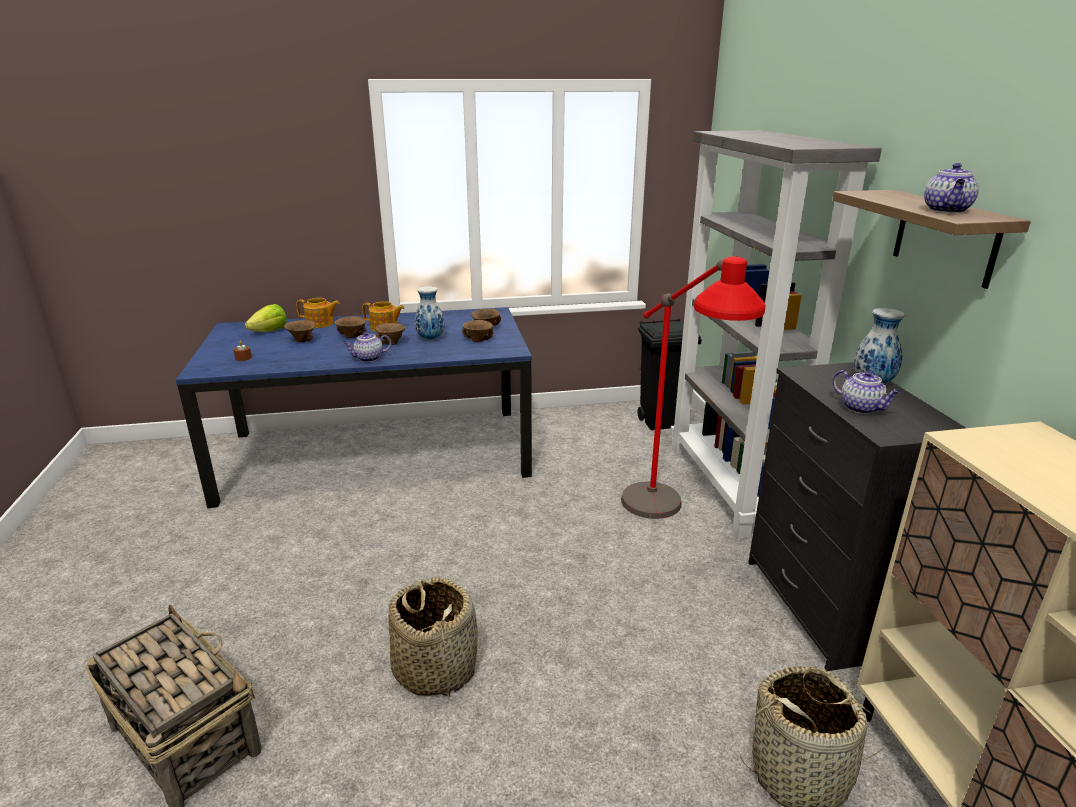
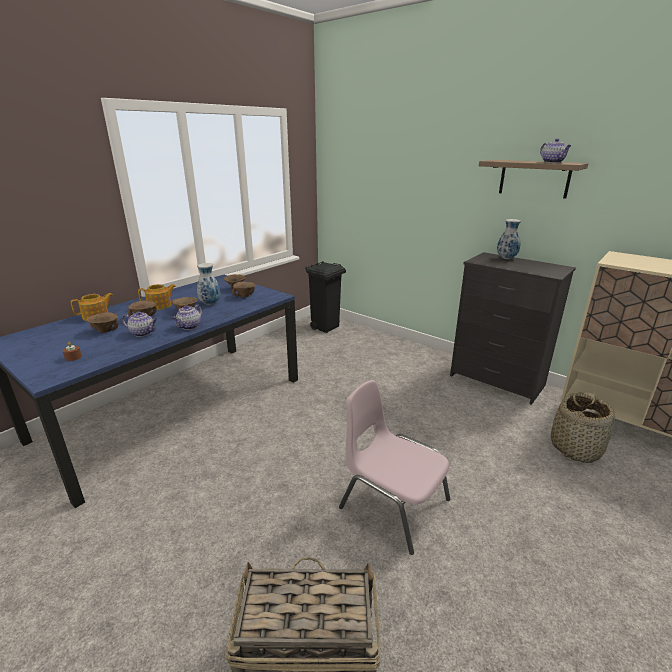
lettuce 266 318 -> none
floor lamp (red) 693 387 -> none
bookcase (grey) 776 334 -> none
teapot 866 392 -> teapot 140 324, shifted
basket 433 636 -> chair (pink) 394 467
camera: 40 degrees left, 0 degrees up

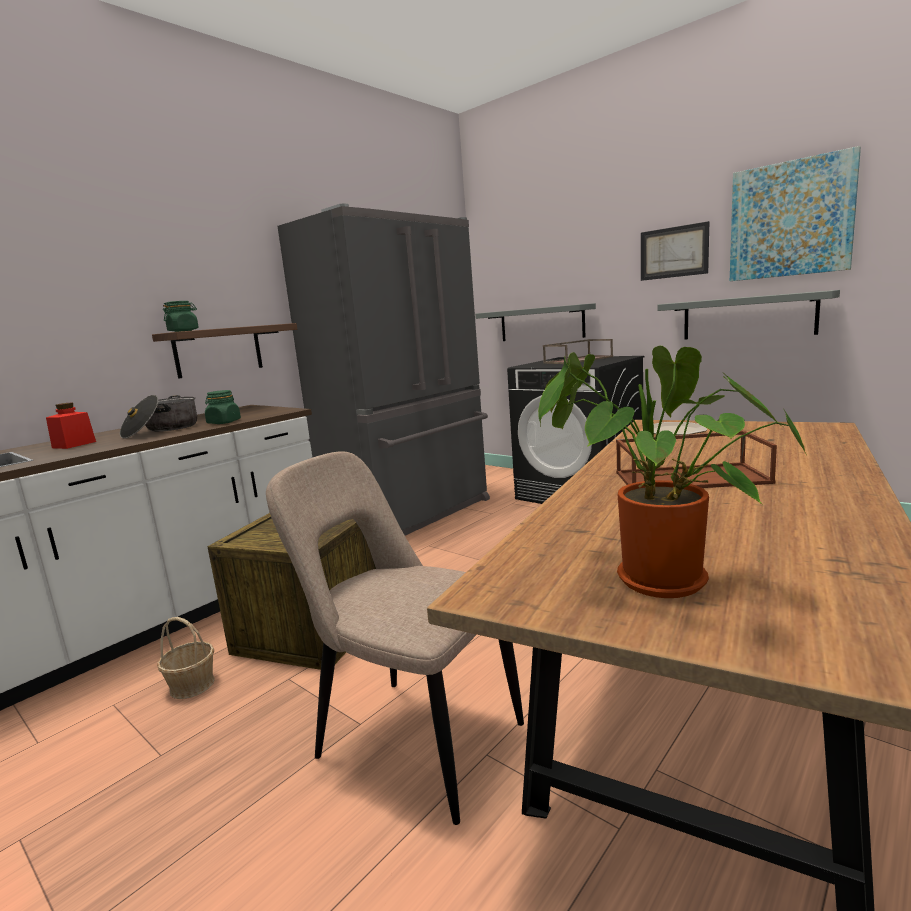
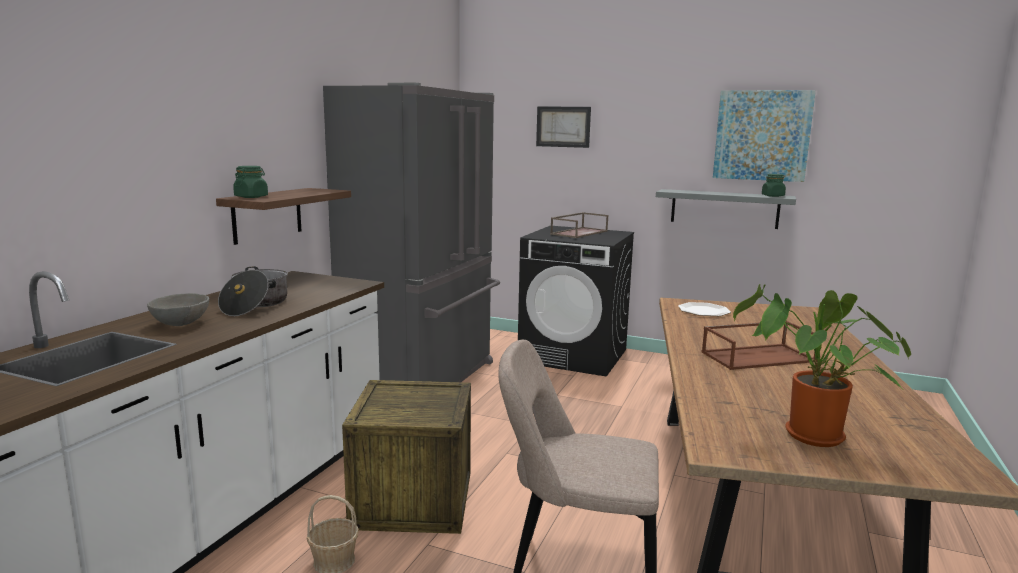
shelf (grey) 535 322 -> none
jar (green) 223 407 -> jar (green) 774 185, shifted
picture 675 251 -> picture 563 127, shifted
jar (red) 71 425 -> bowl (grey) 178 309
camera: 20 degrees left, 0 degrees up

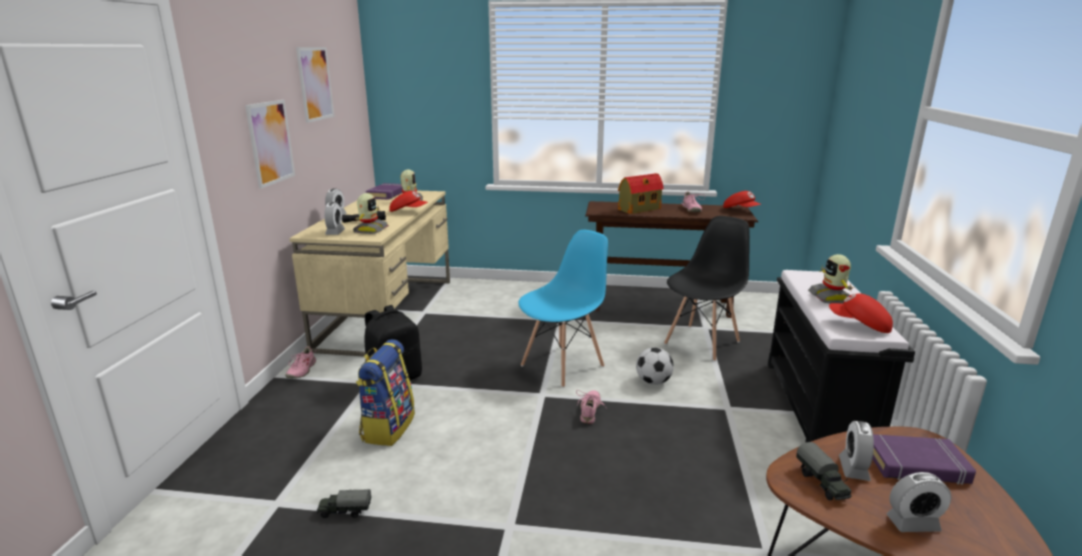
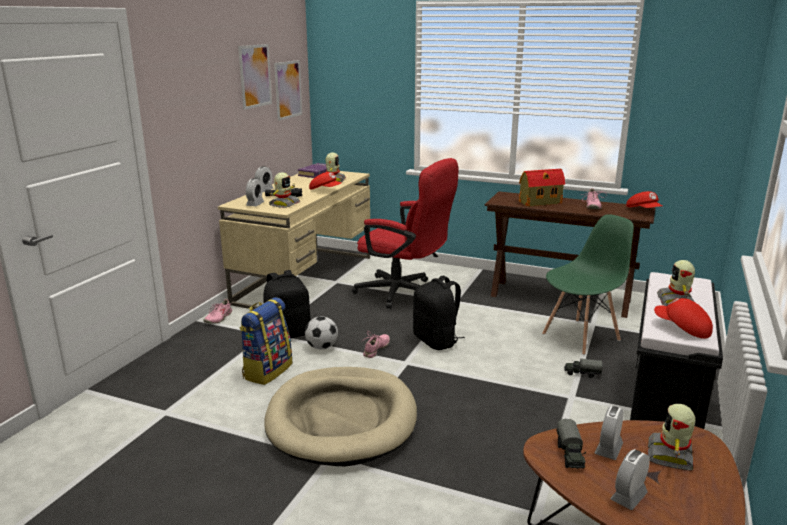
none -> dog bed (beige) 340 416
none -> office chair (red) 405 233
picture 270 144 -> picture 288 90, shifted
toy truck 344 503 -> toy truck 583 368, shifted
shoe (pink) 591 407 -> shoe (pink) 375 344, shifted
football 655 366 -> football 321 332, shifted
chair (blue) 563 309 -> backpack (black) 439 313
book (purple) 924 459 -> toy robot 671 437
chair (black) 707 288 -> chair (green) 588 284
alarm clock 919 502 -> alarm clock 629 479, 120 degrees clockwise
camera: 15 degrees right, 0 degrees up

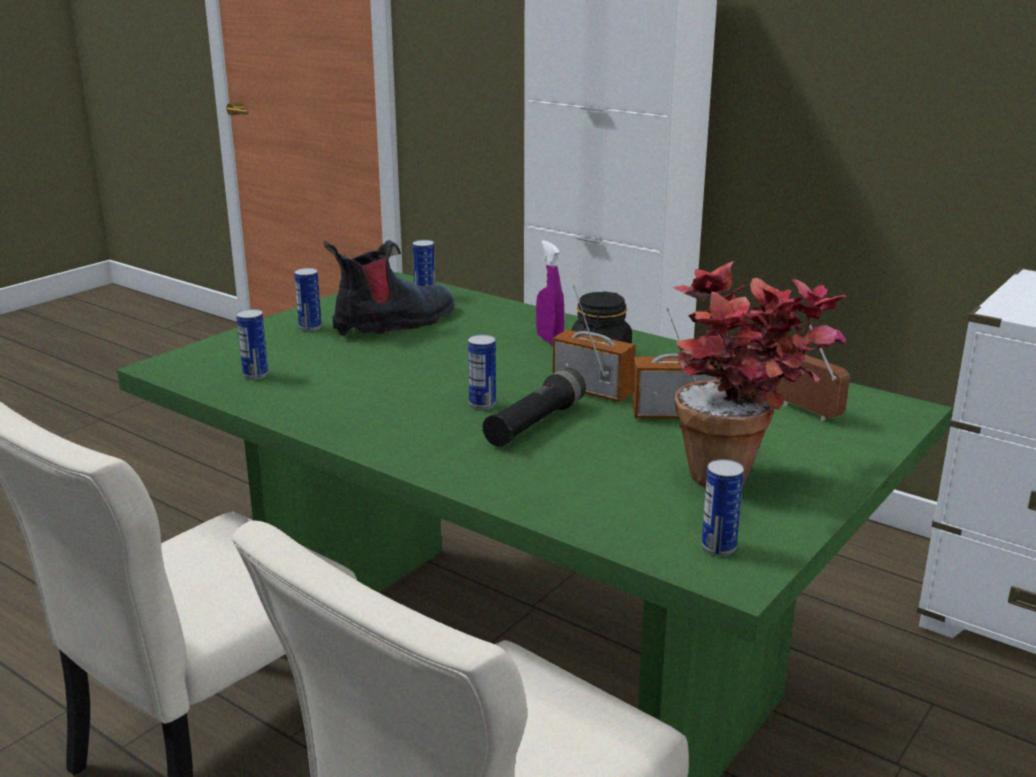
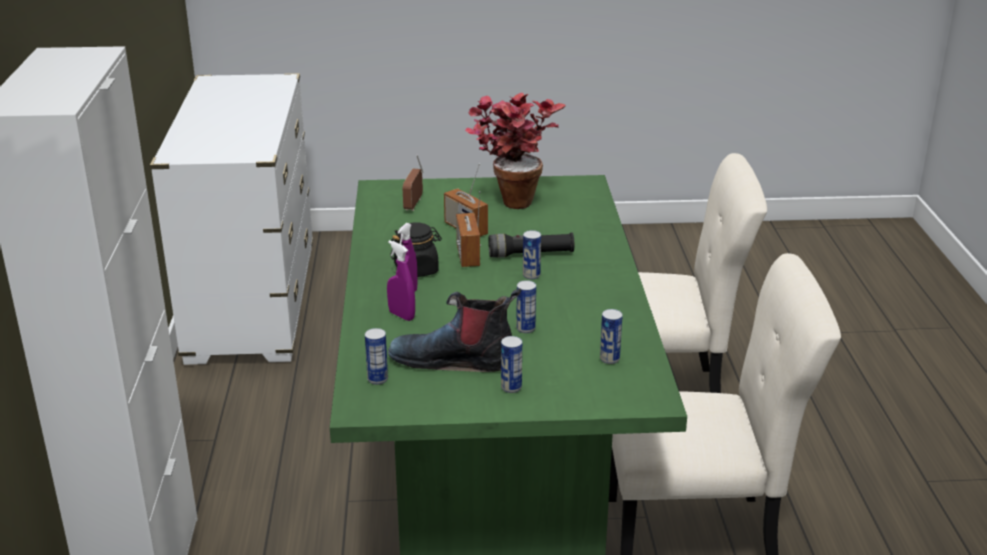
none -> spray bottle (purple) 401 280
can 722 507 -> can 526 306, shifted
camera: 130 degrees left, 5 degrees up

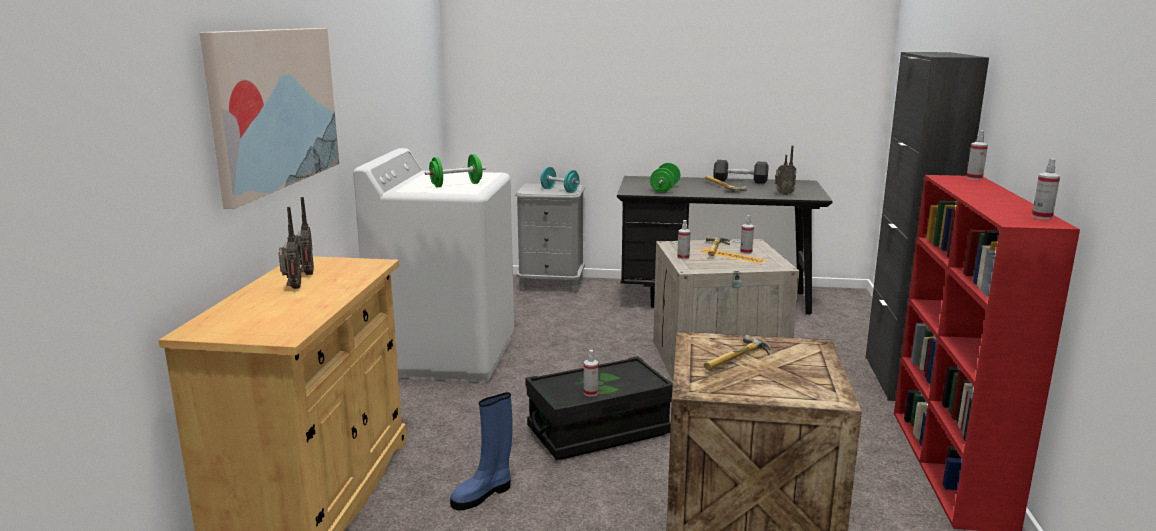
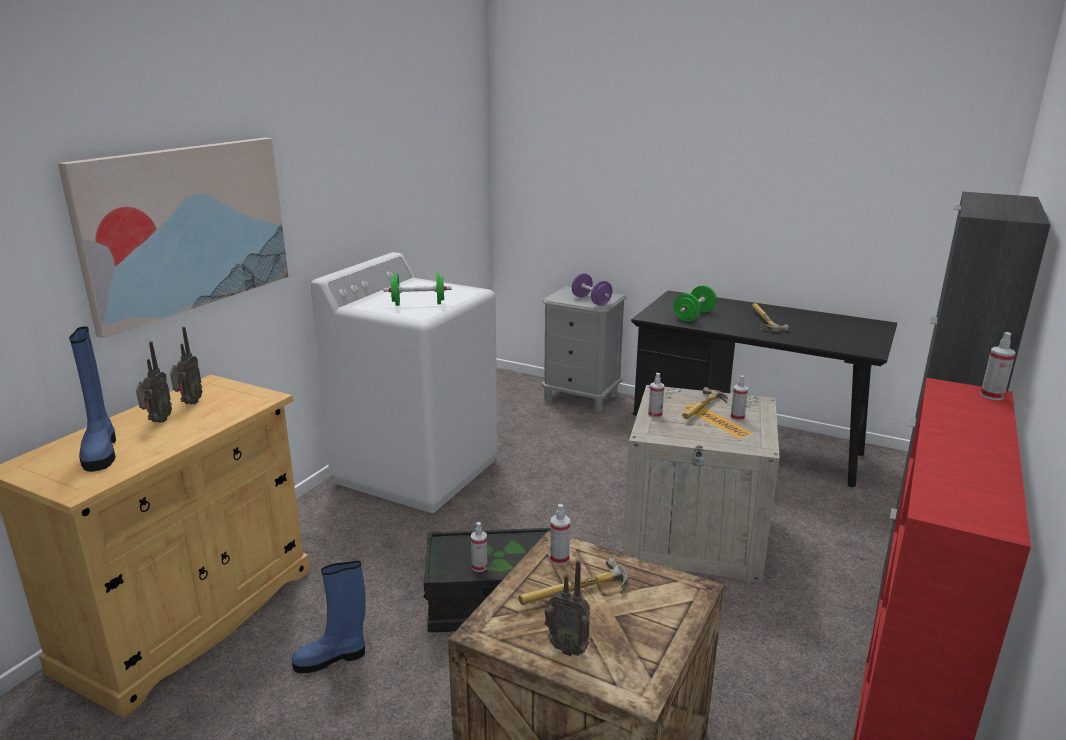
dumbbell (black) 741 172 -> none
none -> boot (blue) 92 399
radio 785 170 -> radio 567 608, shifted
spray bottle 1046 189 -> spray bottle 560 534, shifted
dumbbell (turquoise) 560 180 -> dumbbell (purple) 592 289
camera: 20 degrees right, 5 degrees up

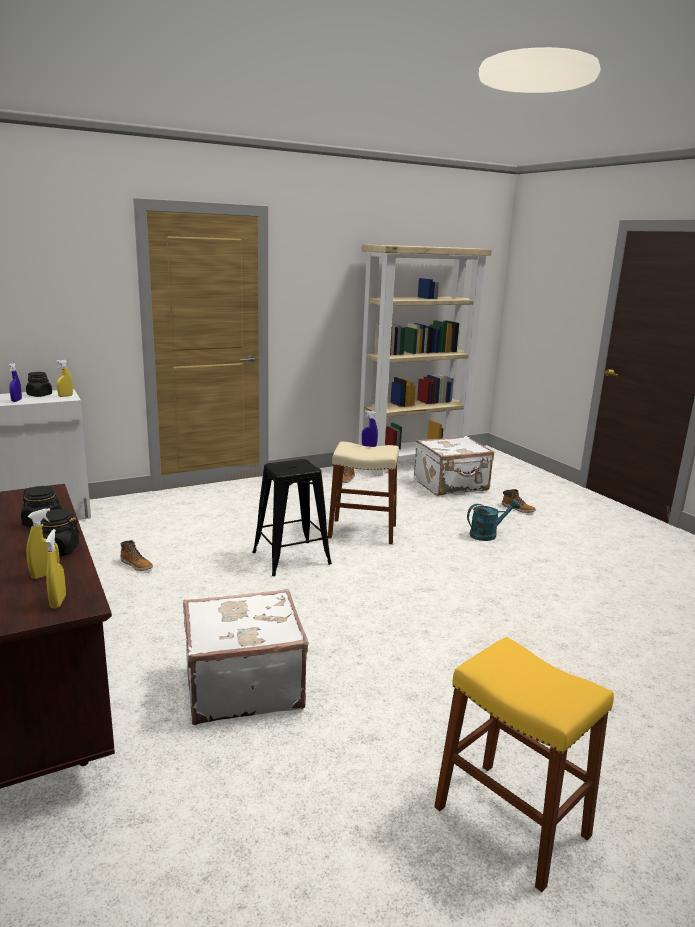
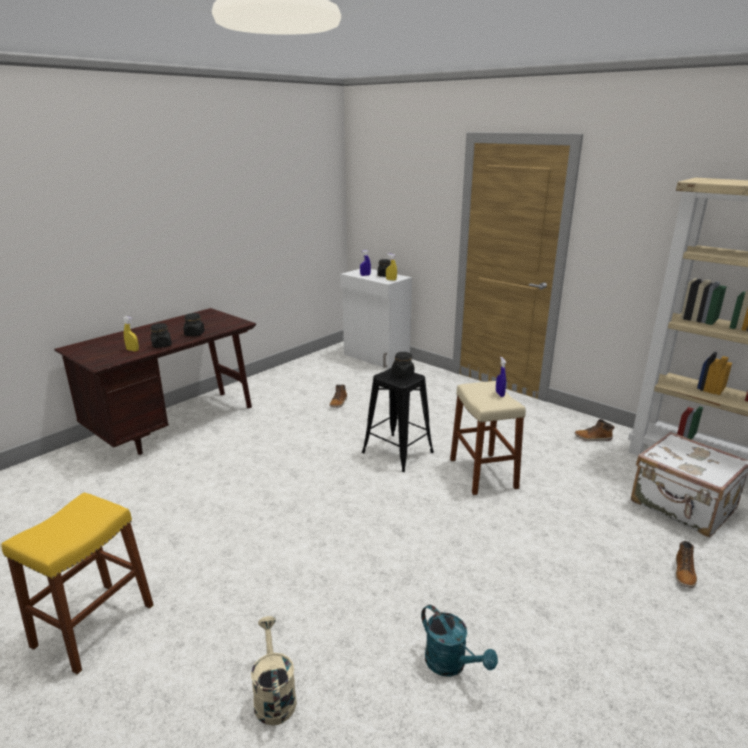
spray bottle (yellow) 56 569 -> none
suitcase (white) 246 657 -> none
none -> watering can (beige) 274 670
none -> jar (black) 403 365
watering can (turquoise) 493 520 -> watering can (turquoise) 459 641, shifted
camera: 70 degrees right, 5 degrees up

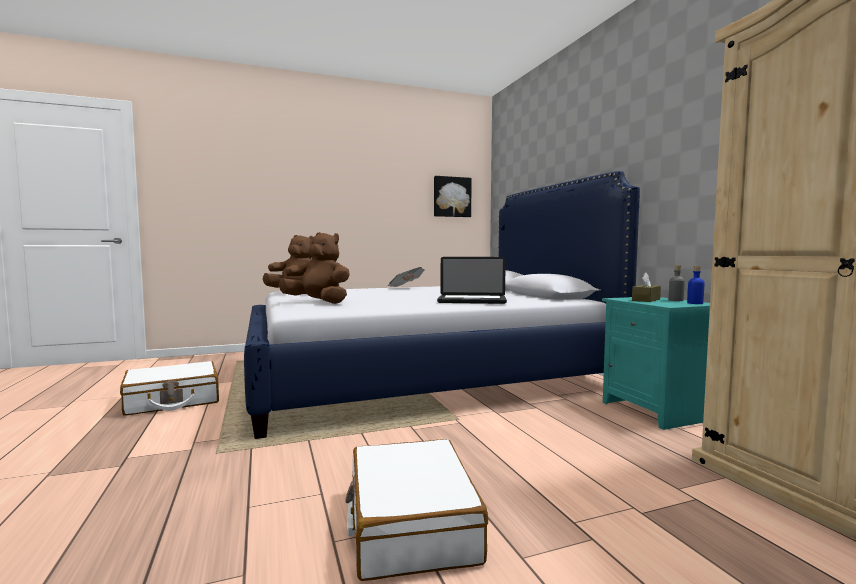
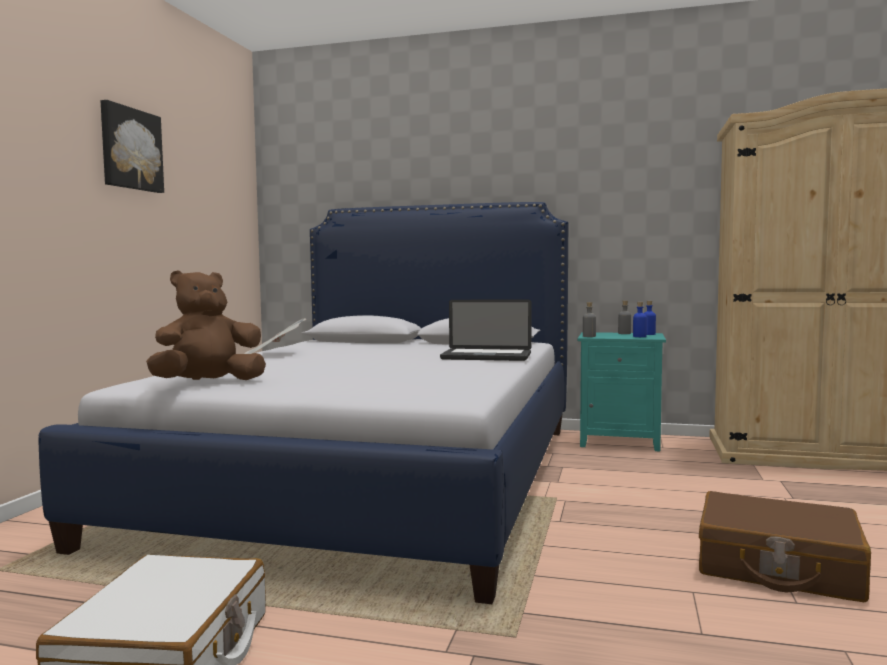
plush toy (brown) 314 268 -> none
tissue box (brown) 646 287 -> none
none -> bottle (grey) 589 319
none -> bottle (blue) 640 319
picture 453 196 -> picture 132 146, shifted
suitcase (white) 416 510 -> suitcase (brown) 785 546
laptop 472 280 -> laptop 486 330, 60 degrees clockwise
camera: 55 degrees left, 0 degrees up

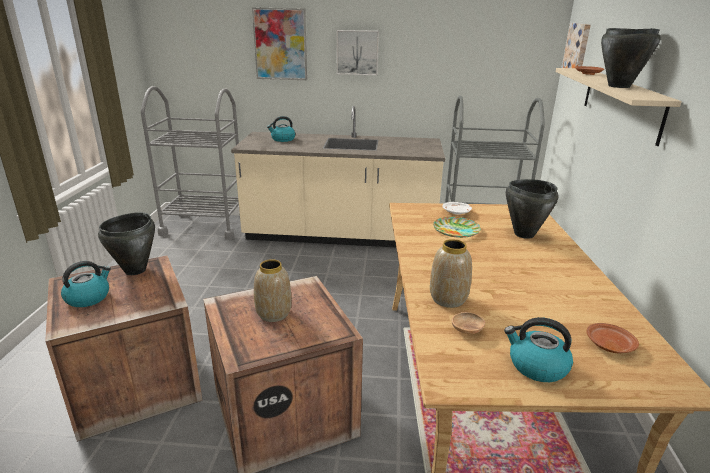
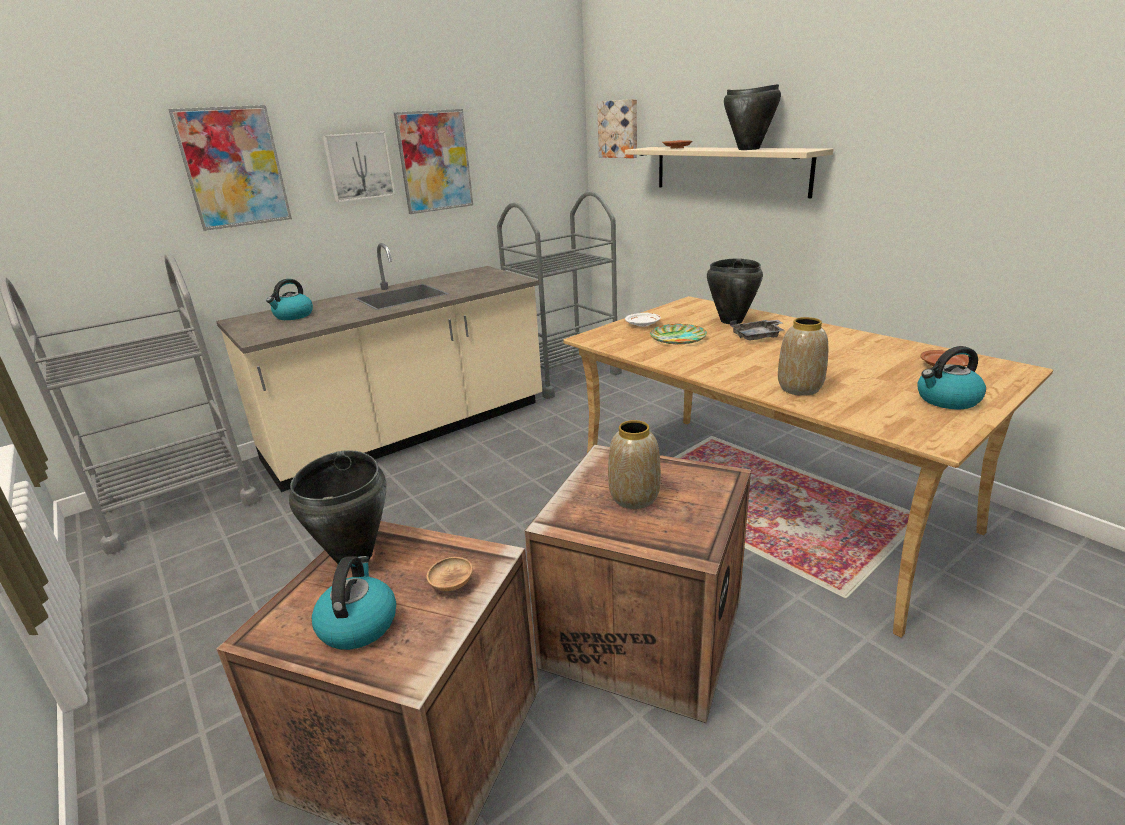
none -> picture 433 161
none -> tray (grey) 757 330
bowl (brown) 468 323 -> bowl (brown) 450 574, shifted
camera: 40 degrees left, 0 degrees up

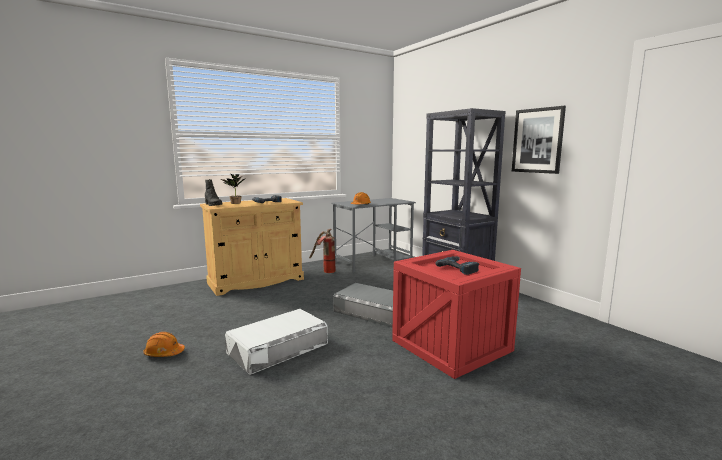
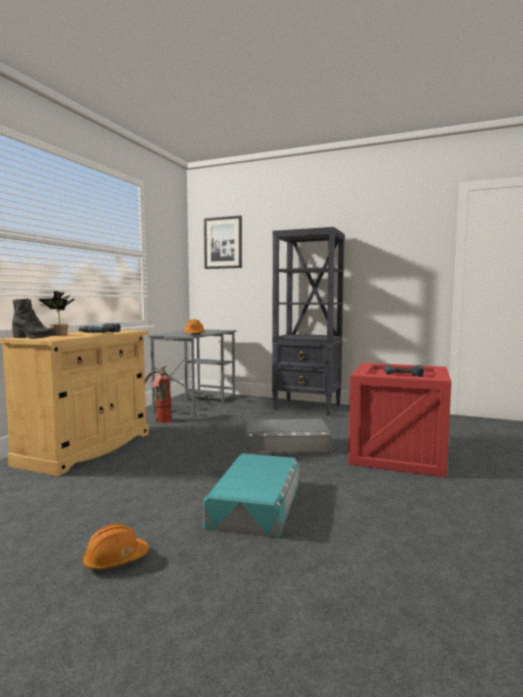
picture 539 140 -> picture 223 242, shifted
storage box (white) 276 342 -> storage box (turquoise) 251 496
camera: 35 degrees left, 5 degrees down

